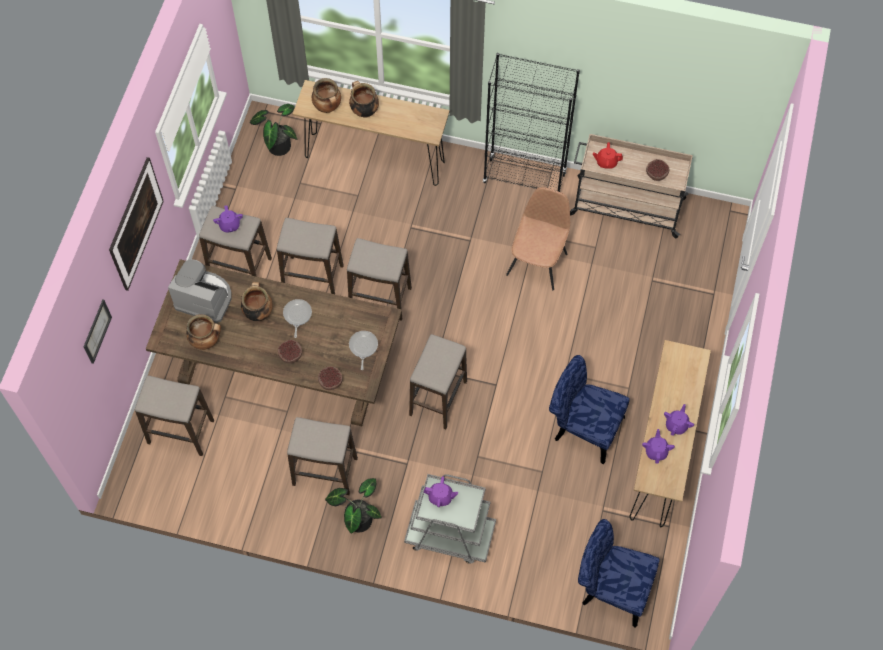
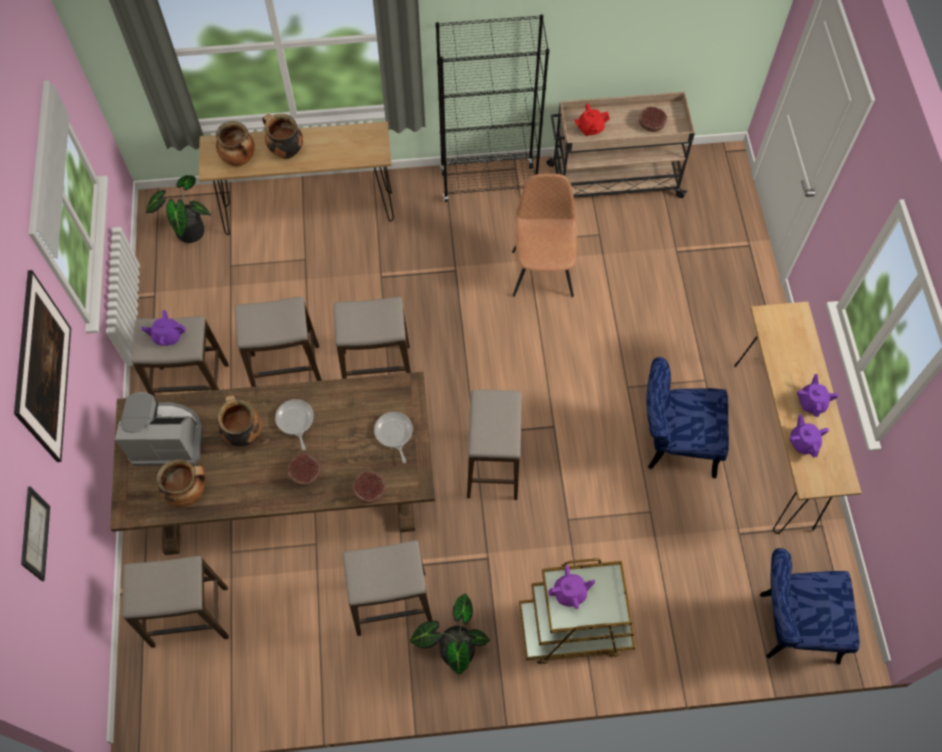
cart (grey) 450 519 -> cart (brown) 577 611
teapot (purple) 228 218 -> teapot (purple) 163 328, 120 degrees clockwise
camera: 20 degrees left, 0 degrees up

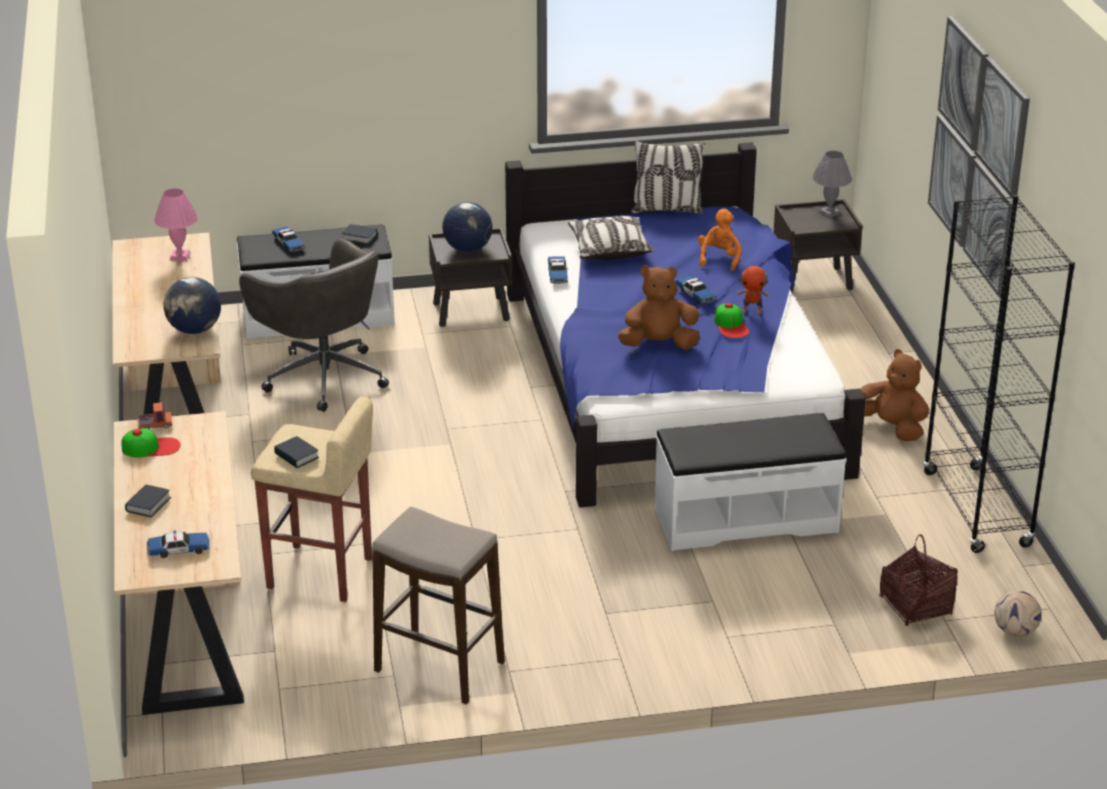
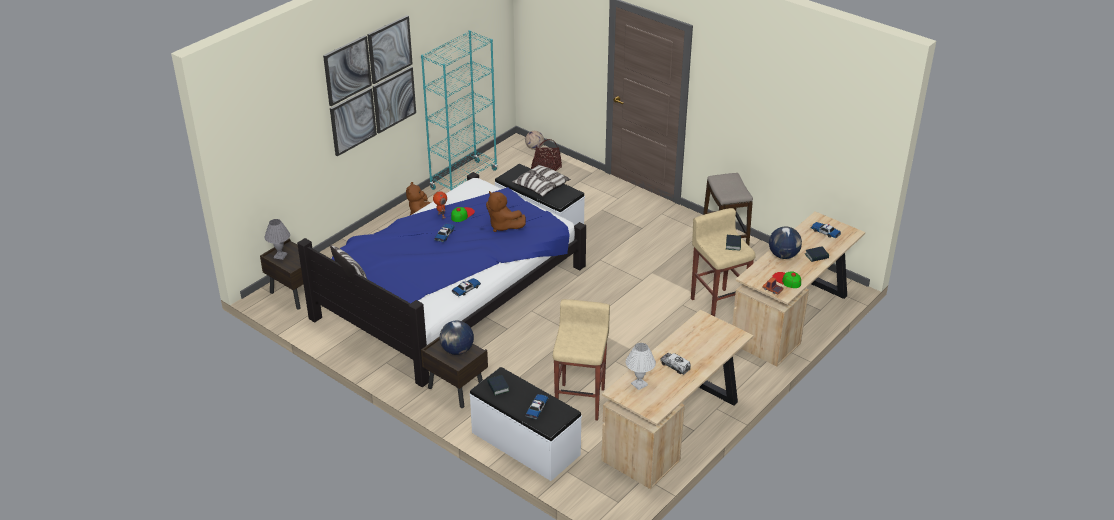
plush toy (orange) 720 240 -> none
none -> toy truck 676 364
globe 192 305 -> globe 785 242, shifted
pillow 611 238 -> pillow 541 181, shifted
office chair (grey) 314 325 -> stool (beige) 581 359
table lamp (pink) 176 225 -> table lamp (white) 641 366
bookcase (black) 999 374 -> bookcase (turquoise) 459 110
camera: 130 degrees left, 5 degrees up

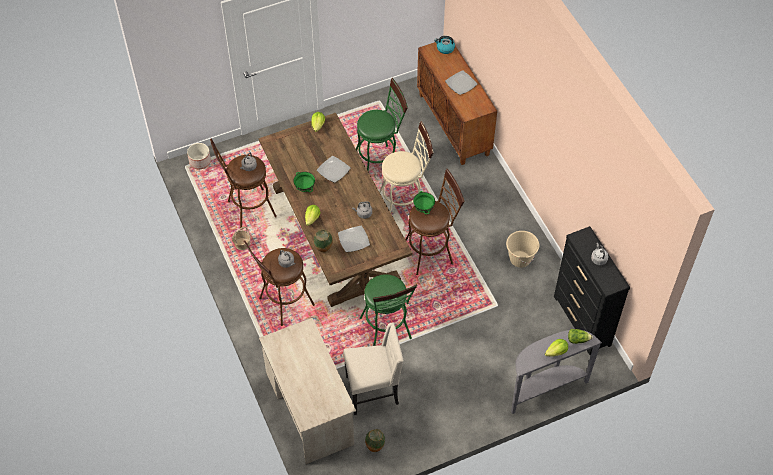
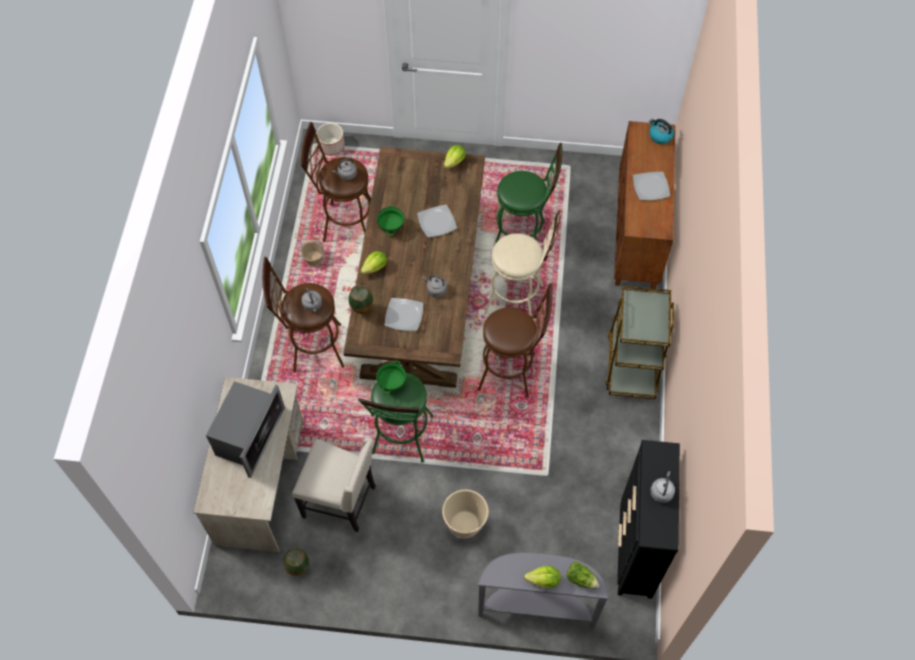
none -> microwave 245 429
none -> cart (brown) 639 342
bowl (green) 424 202 -> bowl (green) 391 378, shifted
bucket (beige) 522 249 -> bucket (beige) 465 514, shifted
camera: 30 degrees right, 5 degrees up

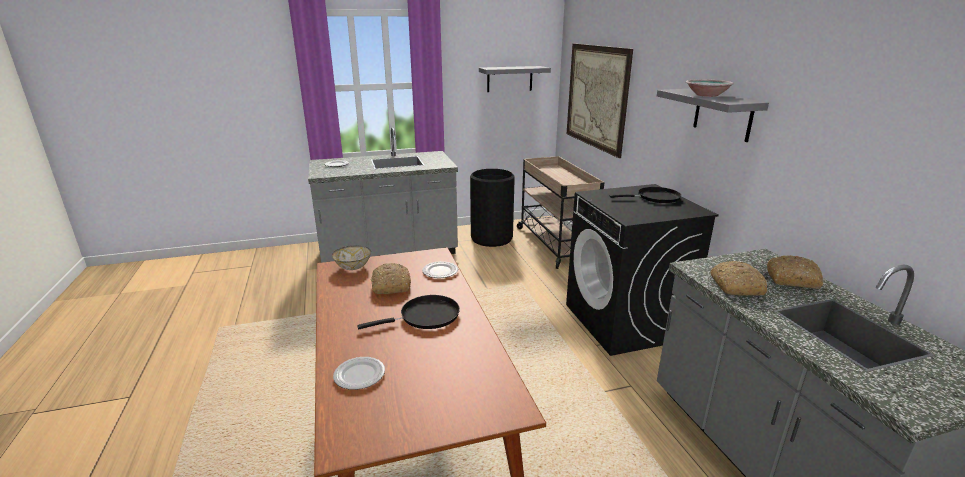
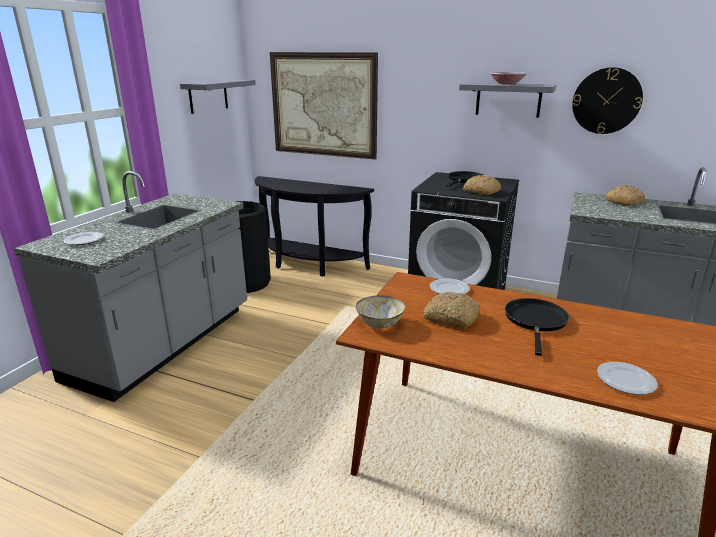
none -> wall clock 607 100
bread 738 278 -> bread 482 185, shifted
cart (beige) 560 212 -> console table (black) 314 226
camera: 50 degrees left, 0 degrees up

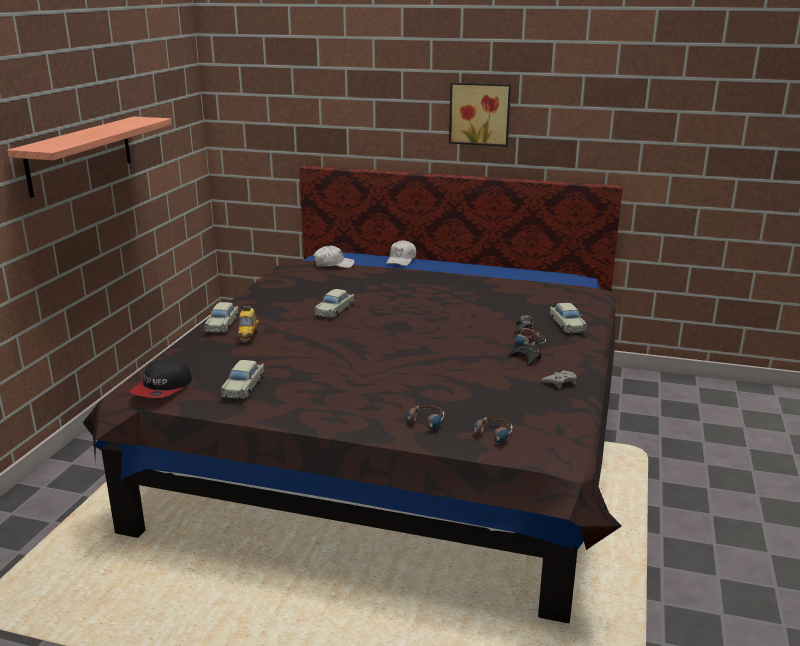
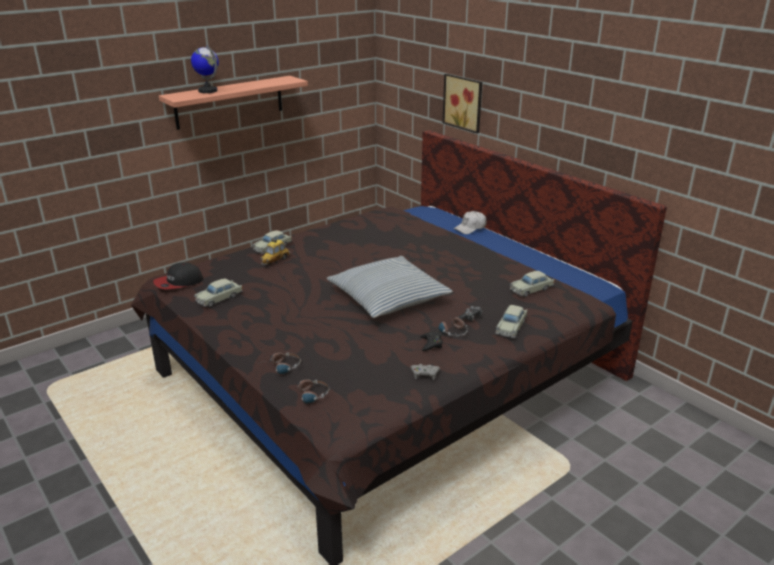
cap (white) 334 256 -> none
none -> globe 205 69
none -> pillow 390 287
toy car (beige) 334 303 -> toy car (beige) 532 284, shifted
picture 480 114 -> picture 462 103, shifted
camera: 35 degrees right, 5 degrees up

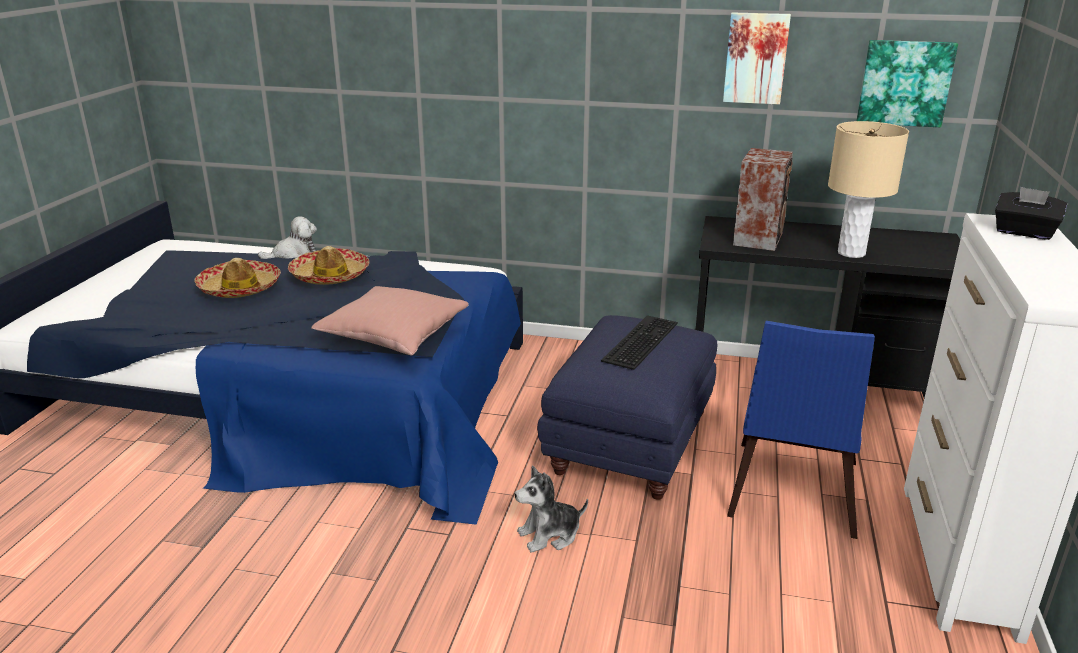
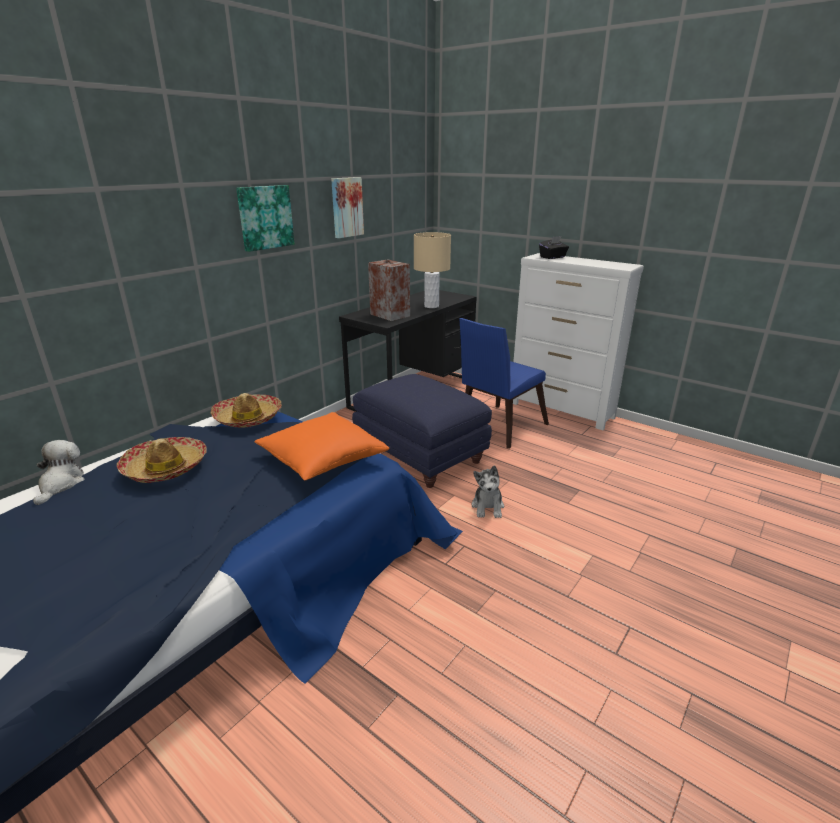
keyboard 639 342 -> none
hat 237 278 -> hat 246 410, shifted
picture 907 83 -> picture 265 218, shifted
pillow (pink) 390 320 -> pillow (orange) 322 446
chair (blue) 801 430 -> chair (blue) 504 383, 90 degrees clockwise
camera: 65 degrees left, 0 degrees up

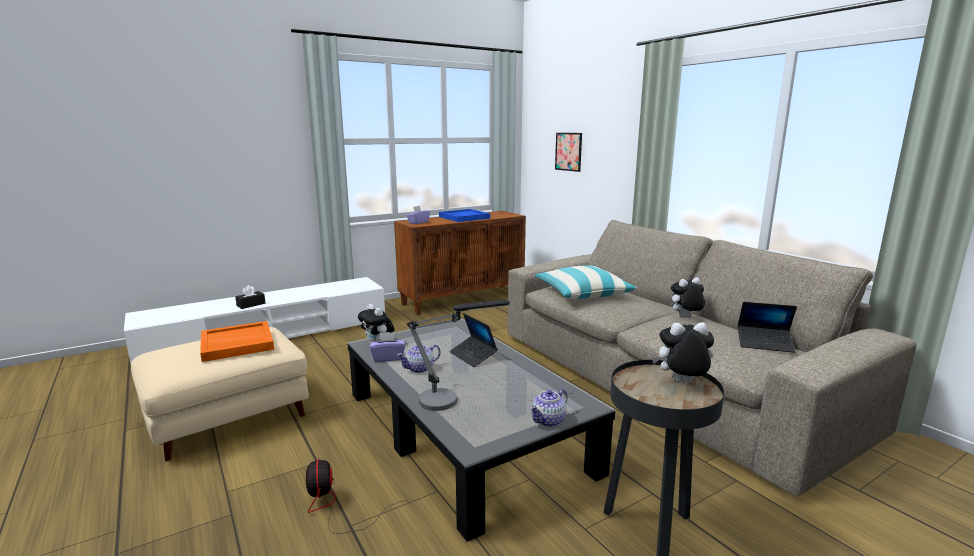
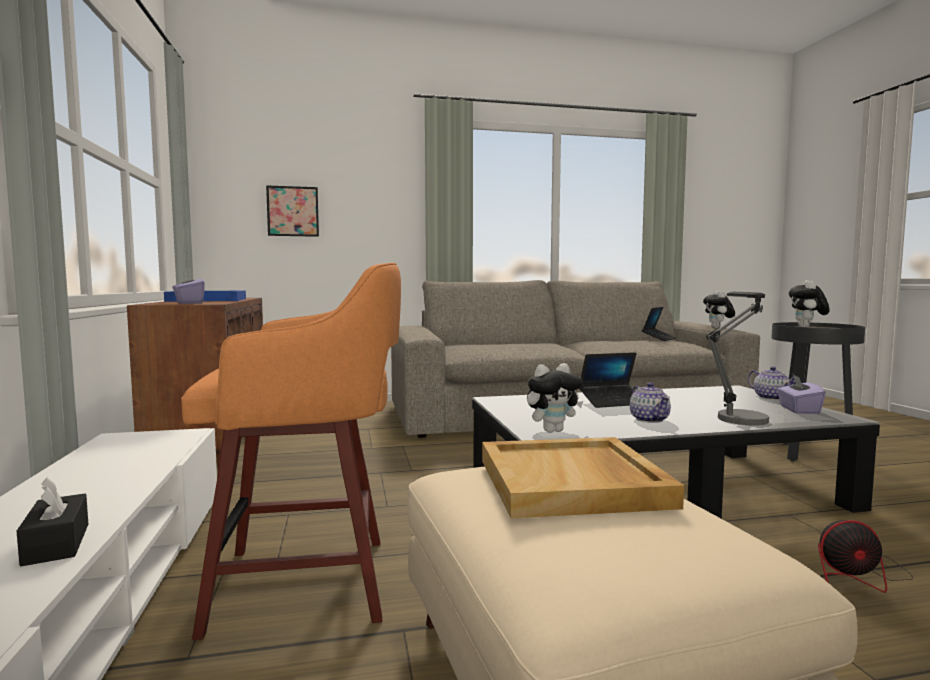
pillow 586 282 -> none
none -> stool (orange) 291 451
tissue box (purple) 387 347 -> tissue box (purple) 801 394, shifted
plush toy 687 297 -> plush toy 719 309, shifted
tray (orange) 237 341 -> tray (beige) 583 477
camera: 70 degrees left, 10 degrees down

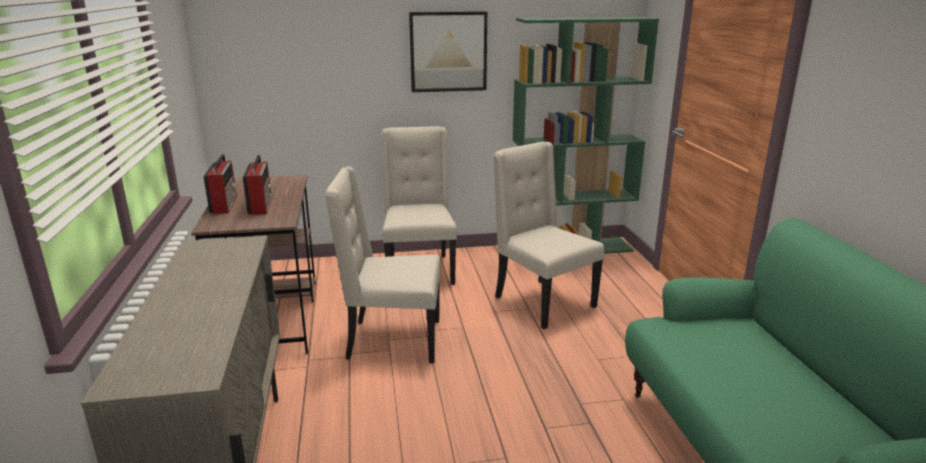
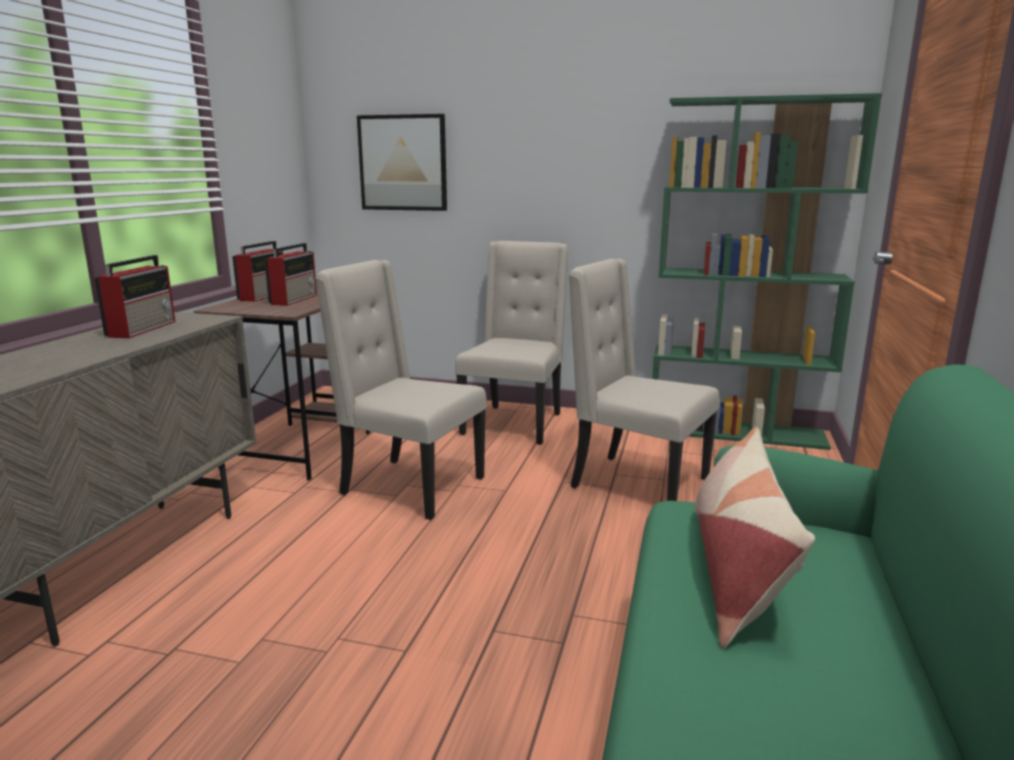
none -> radio 134 296
none -> pillow 754 537
picture 448 51 -> picture 402 162, shifted
chair (beige) 549 235 -> chair (beige) 644 380, 45 degrees counterclockwise
camera: 25 degrees right, 5 degrees down

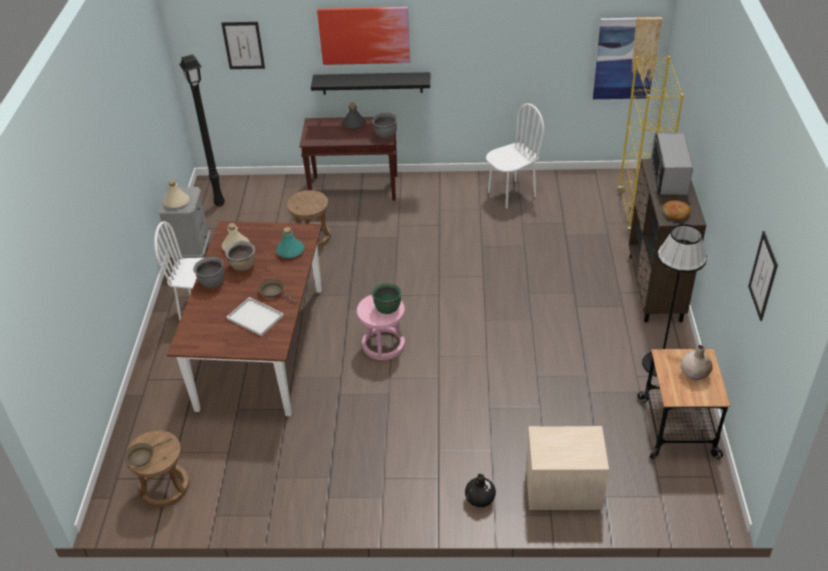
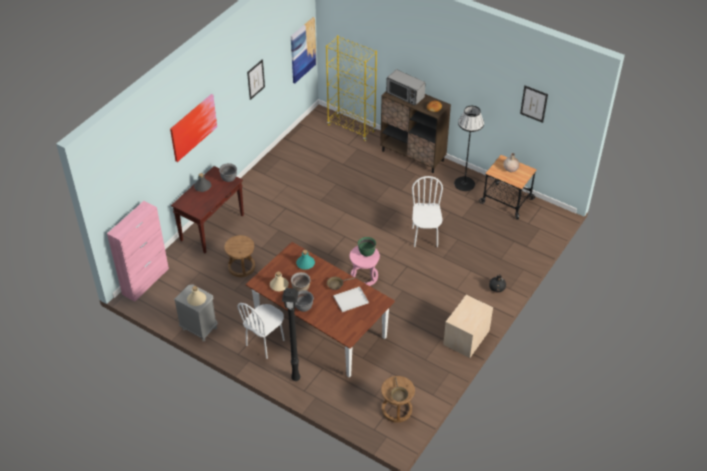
shelf (black) 370 83 -> none
none -> cabinet (pink) 138 251
floor lamp (black) 202 130 -> floor lamp (black) 291 334, shifted
picture 243 45 -> picture 256 79, shifted
chair (white) 515 155 -> chair (white) 427 211, shifted
nightstand (beige) 567 468 -> nightstand (beige) 468 326, shifted
camera: 60 degrees left, 5 degrees up

